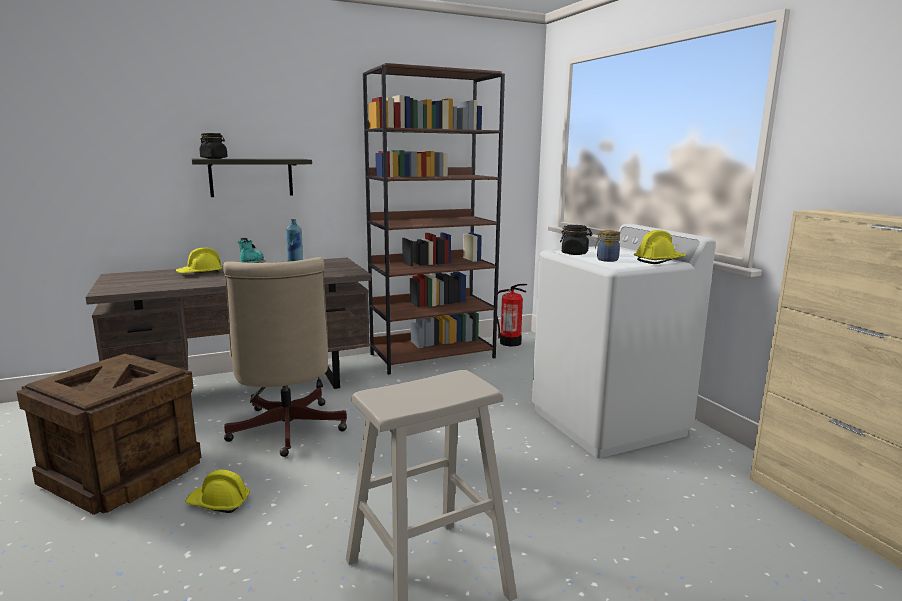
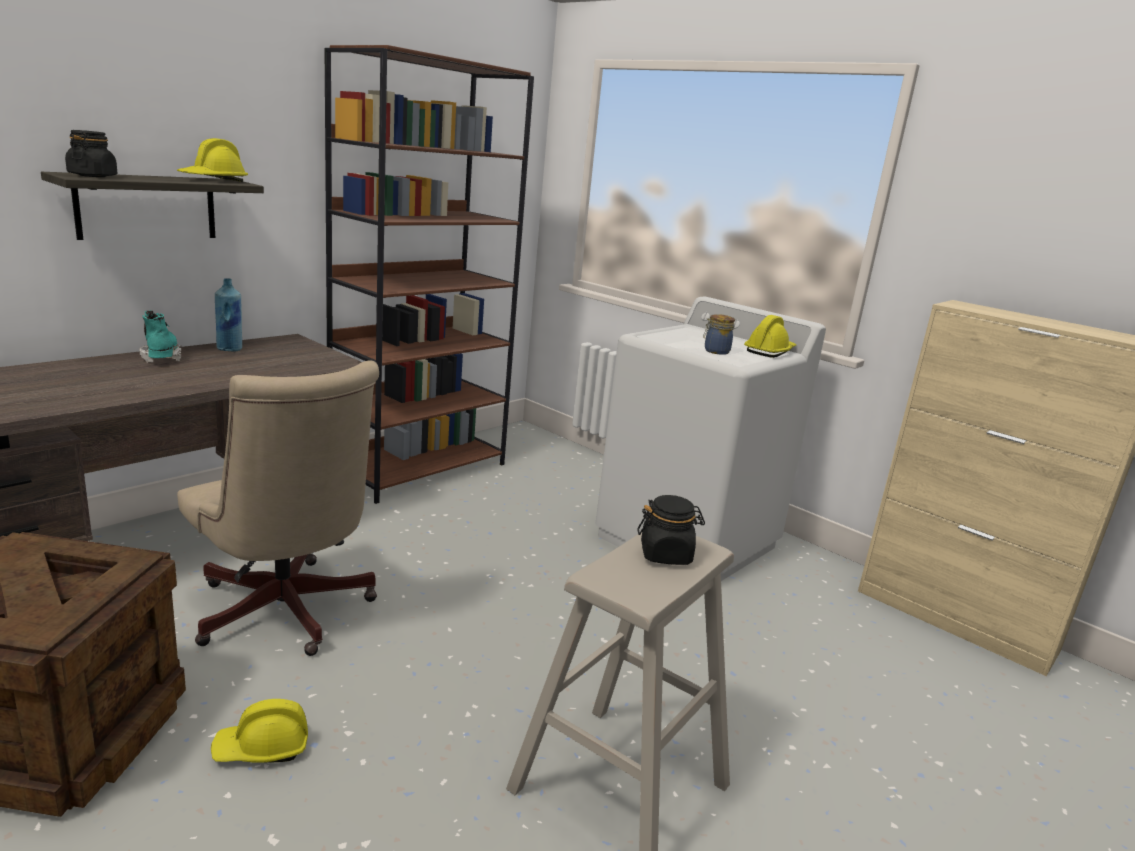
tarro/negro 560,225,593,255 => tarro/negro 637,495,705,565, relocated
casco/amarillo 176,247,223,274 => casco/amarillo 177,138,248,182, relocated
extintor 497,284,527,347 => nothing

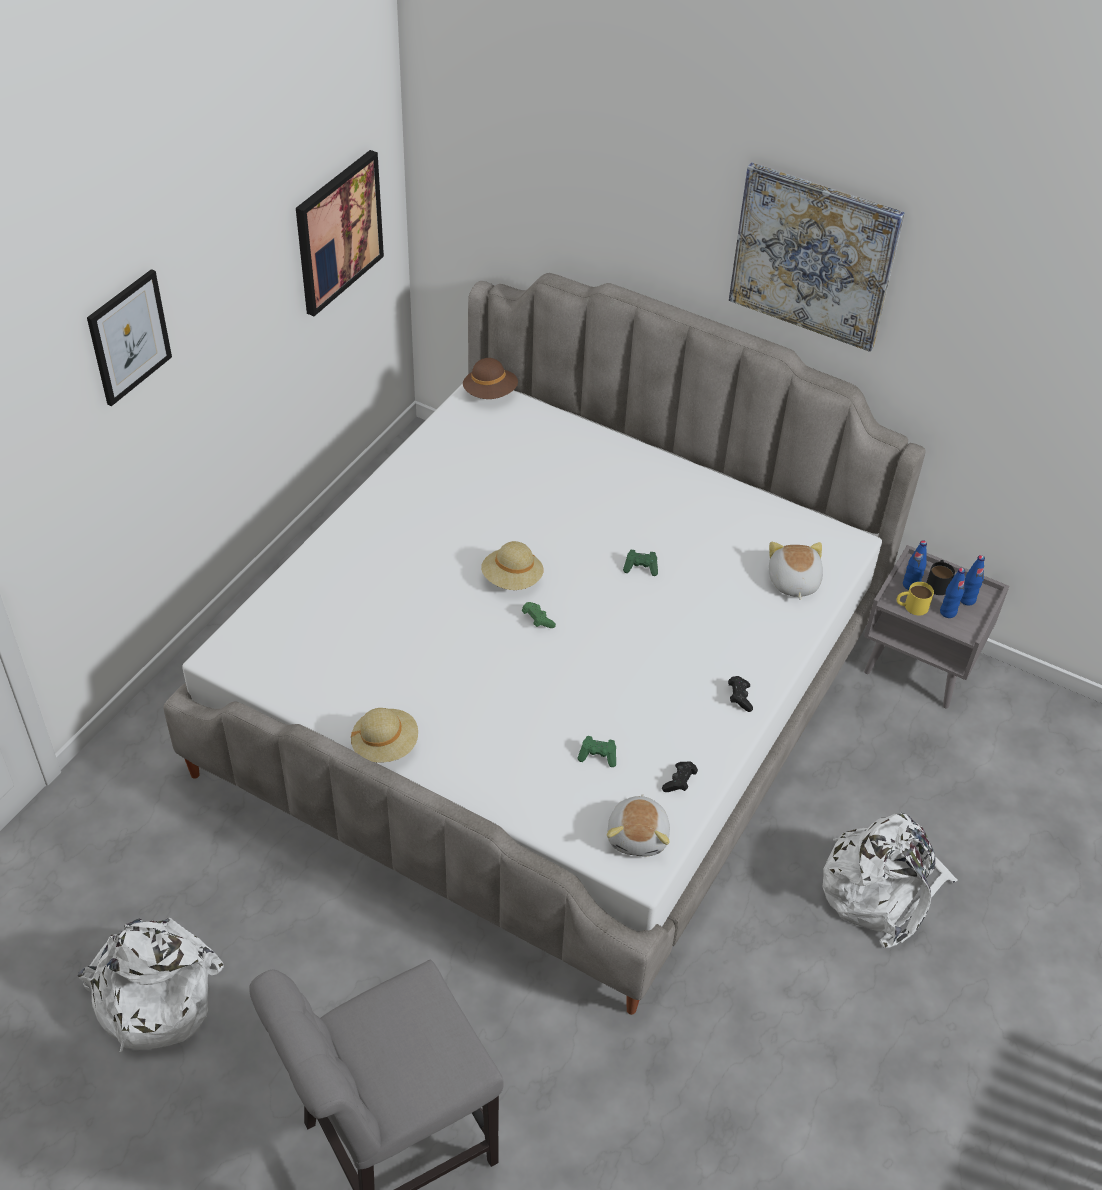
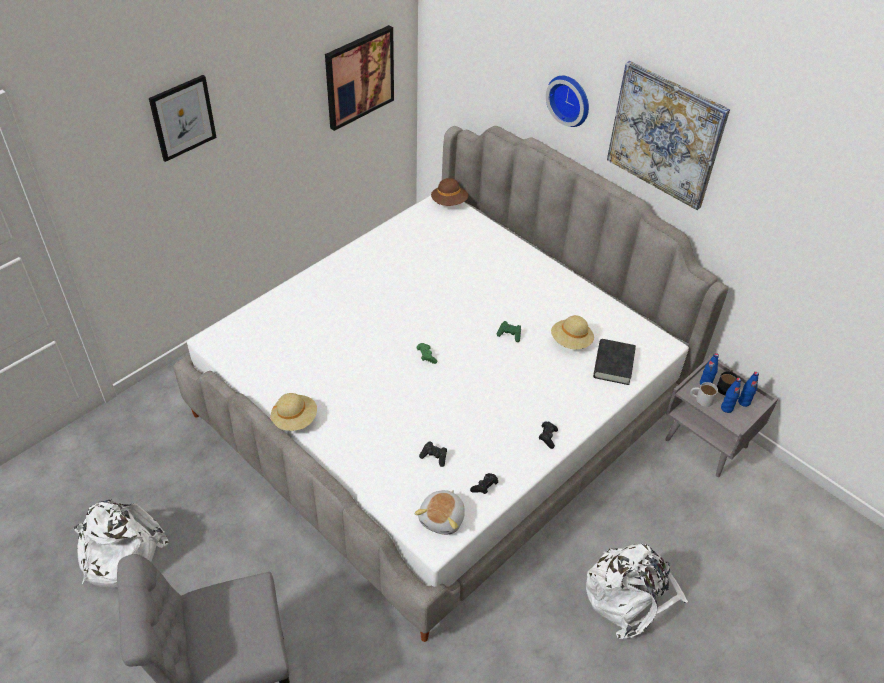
sombrero/beis 481,541,544,590 => sombrero/beis 551,315,594,350, relocated
peluche 769,542,823,600 => libro/negro 593,339,636,385
taza grande/amarillo 897,582,934,616 => taza grande/blanco 690,382,718,407
mando de consola/verde 577,736,616,767 => mando de consola/negro 419,441,447,467
nothing => reloj de pared 546,76,589,127

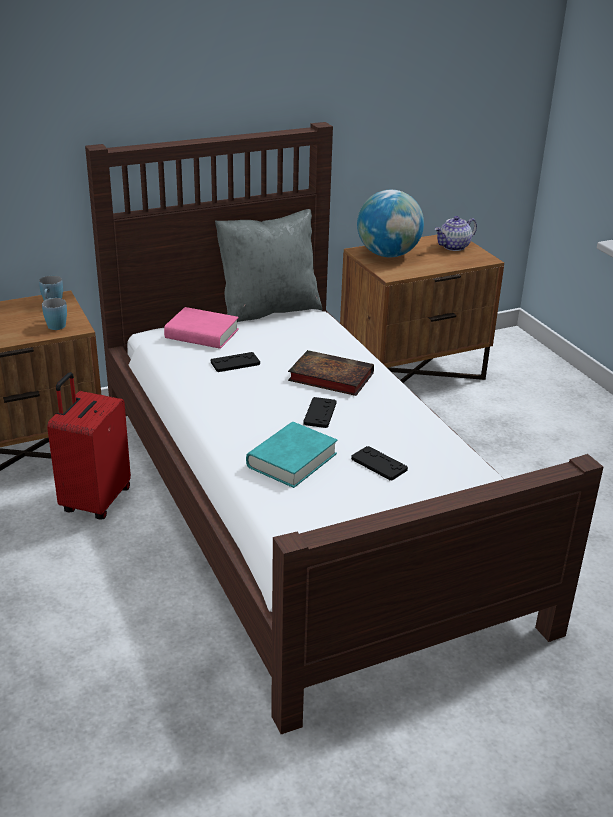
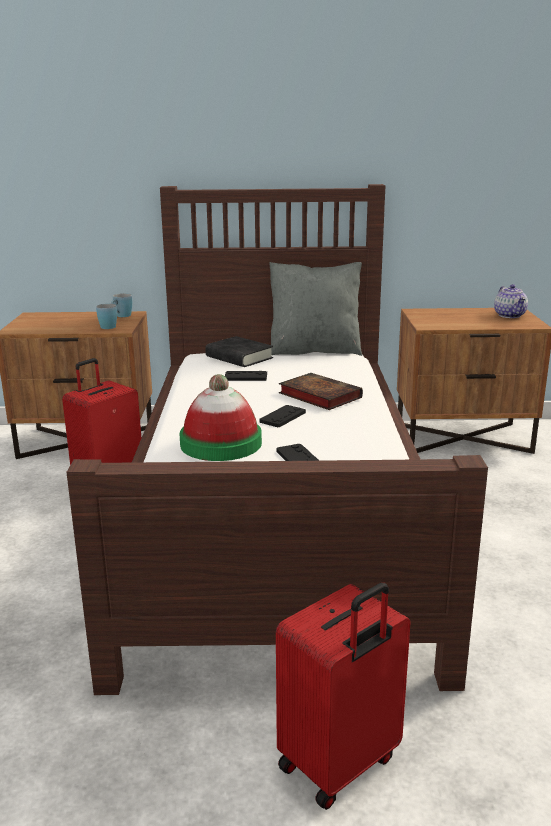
globo terráqueo 357,190,424,257 => nothing
tetera 435,216,477,251 => tetera 494,284,528,318, 90 degrees counterclockwise
libro/rosa 164,307,239,349 => libro/negro 205,336,273,367
libro/turquesa 246,422,337,488 => sombrero 179,374,262,461
nothing => maleta/rojo 276,583,411,810

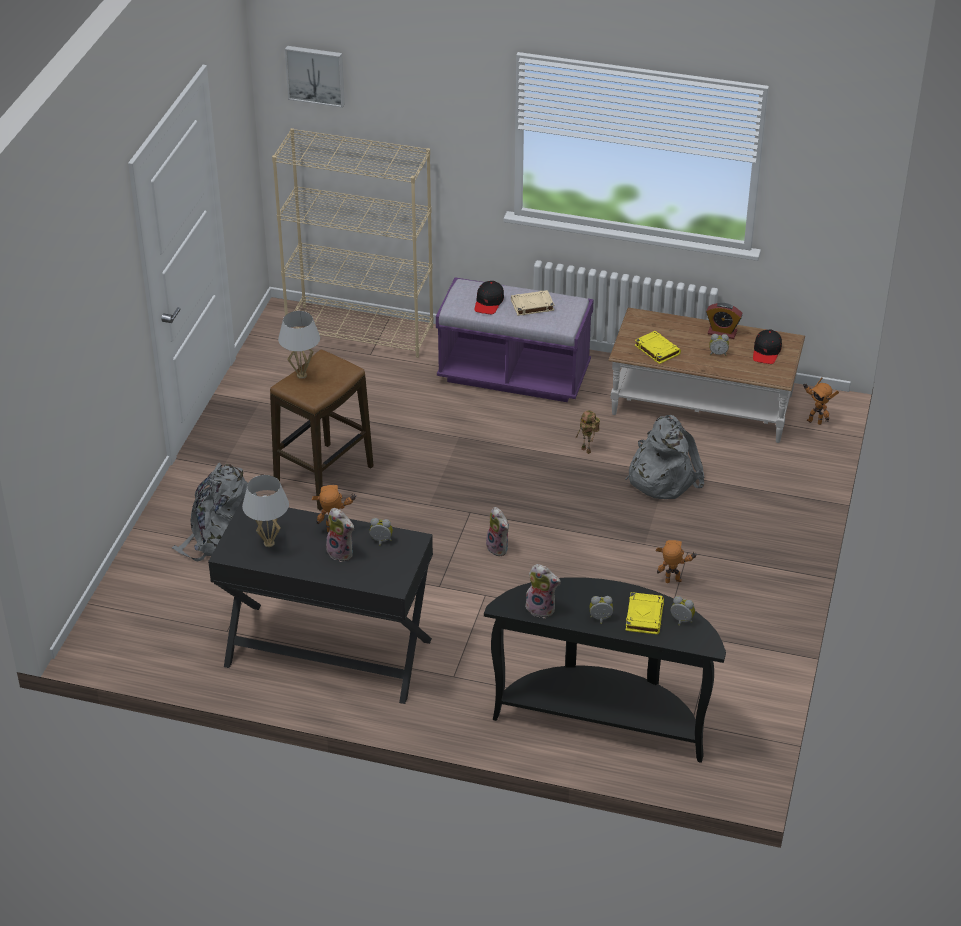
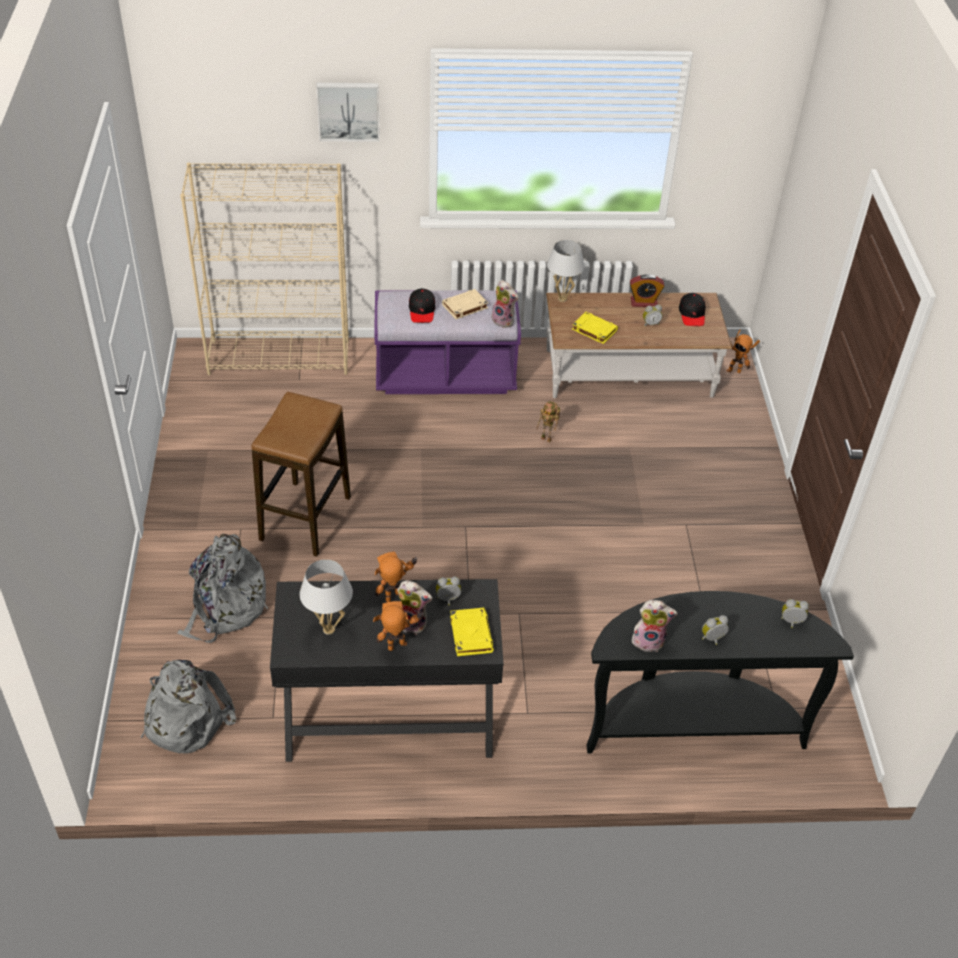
cuadro 285,46,345,108 => cuadro 316,83,380,142, relocated
lámpara de mesa/blanco 278,311,320,379 => lámpara de mesa/blanco 547,240,585,302, relocated
mochila/gris 626,415,704,499 => mochila/gris 140,660,236,753, relocated
peluche 486,507,509,556 => peluche 491,280,518,328, relocated
robot de juguete 655,540,698,583 => robot de juguete 373,601,424,651, relocated
libro/amarillo 625,592,664,634 => libro/amarillo 450,608,494,656, relocated

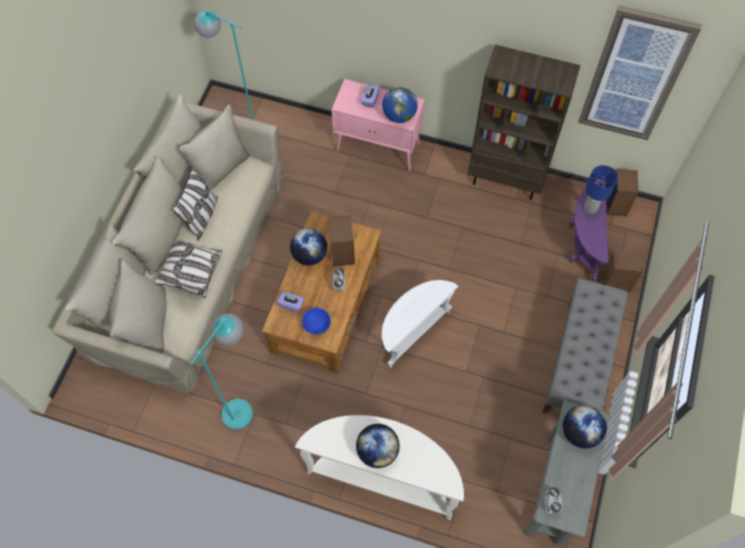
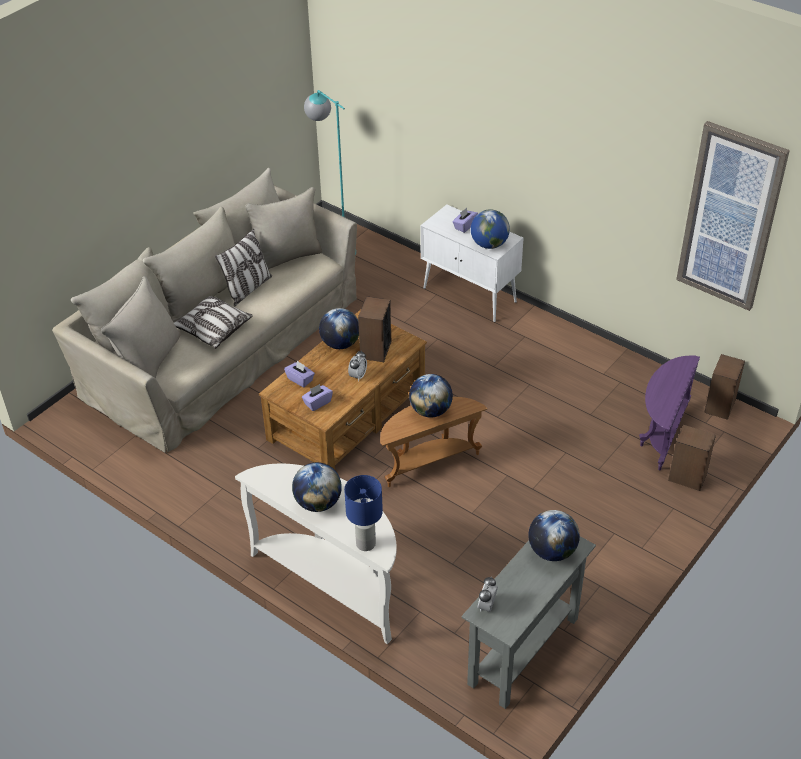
estantería/marrón 468,45,580,200 => nothing
armario/rosa 331,79,425,171 => armario/blanco 421,205,524,322
lámpara de mesa/azul 584,165,618,214 => lámpara de mesa/azul 344,475,383,551, relocated
banco/gris 542,278,628,413 => nothing
mesa auxiliar/blanco 382,280,458,368 => mesa auxiliar/marrón 380,397,487,487
cuenco/azul 302,308,331,335 => caja de pañuelos/morado 302,384,333,411
lámpara de pie/turquesa 190,313,253,430 => nothing
nothing => globo terráqueo 409,374,453,418

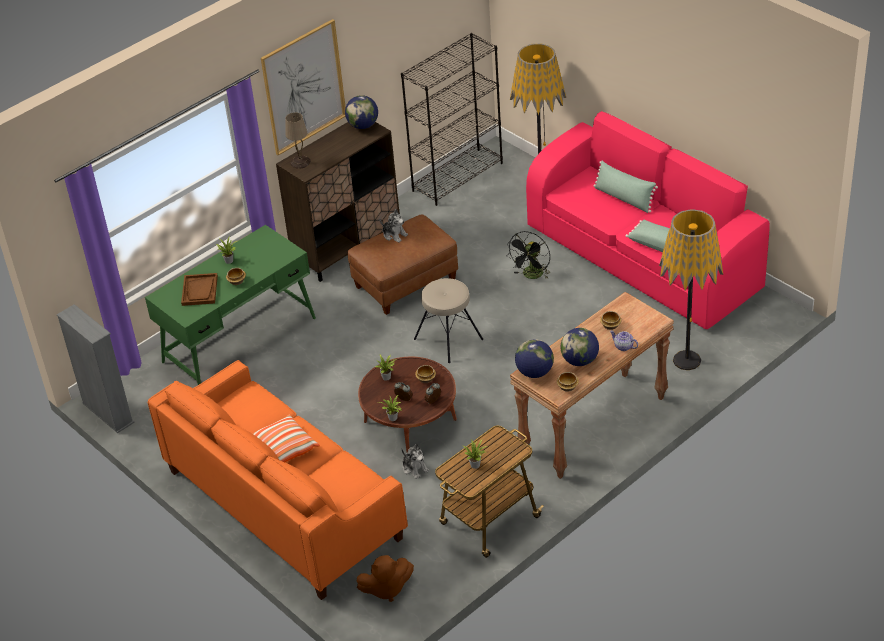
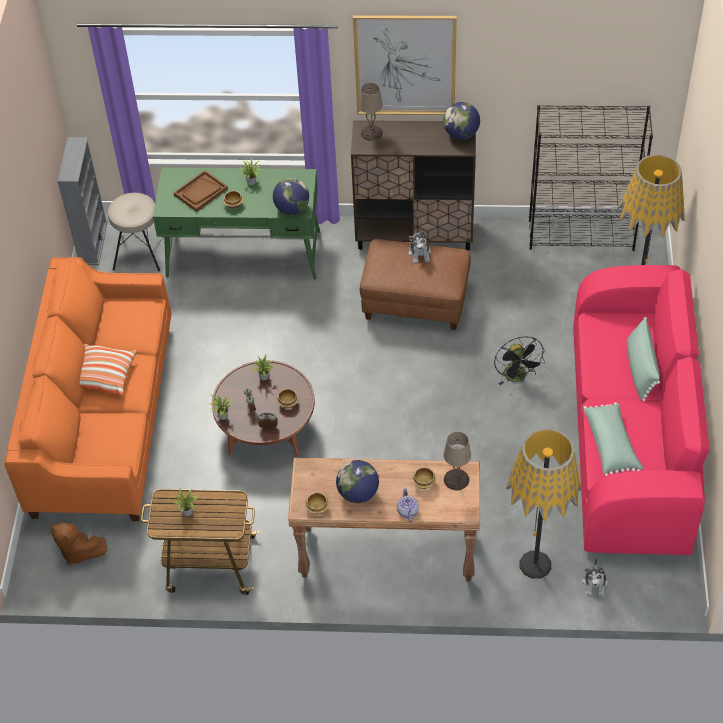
ventilador/negro 507,231,551,279 => ventilador/negro 494,337,545,385, 90 degrees counterclockwise
taburete/beis 414,278,483,363 => taburete/beis 108,193,160,271, relocated
globo terráqueo 515,339,554,378 => globo terráqueo 273,178,309,215, relocated
peluche 402,444,429,479 => peluche 582,557,608,597, relocated
nothing => lámpara de mesa/beis 444,432,471,491

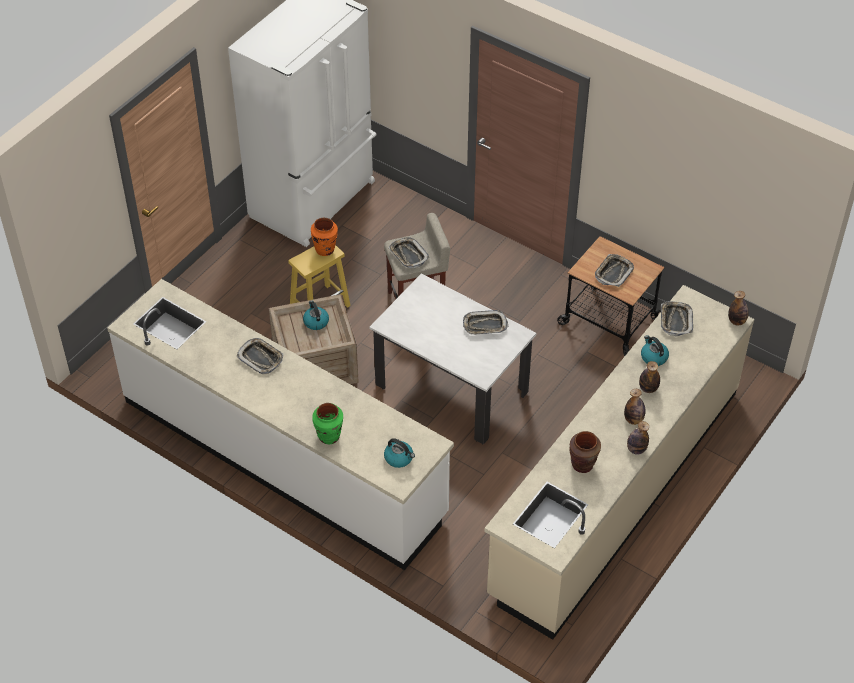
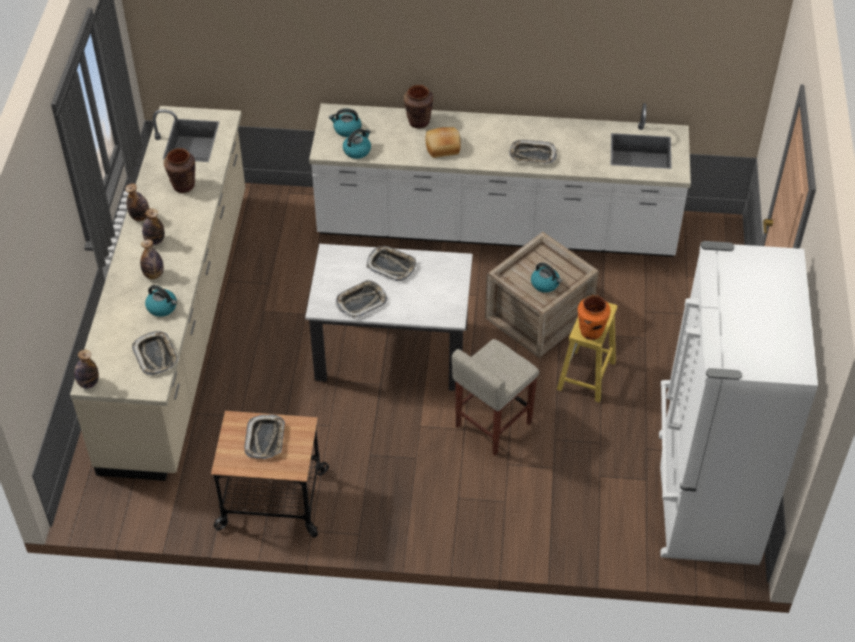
bandeja 388,237,430,268 => bandeja 366,246,416,281, relocated
florero/verde 312,403,343,444 => florero/marrón 404,85,433,128
nothing => pan 426,127,461,158
nothing => hervidor 343,129,371,159

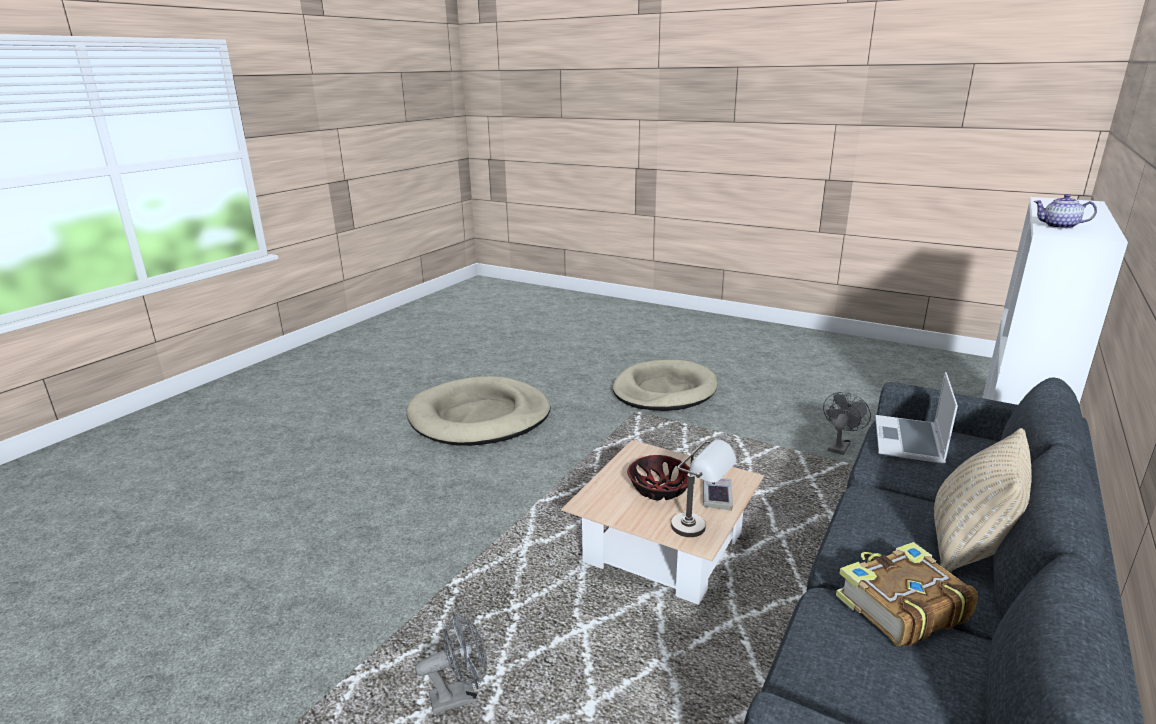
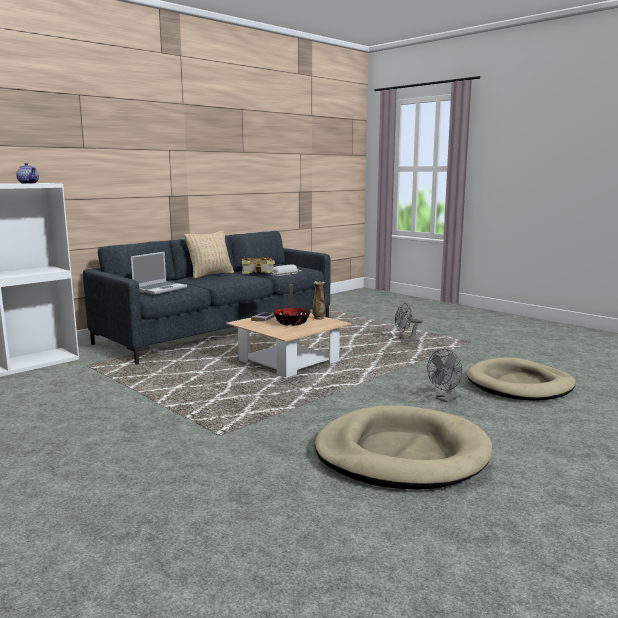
cama para perro/beis 613,360,718,411 => cama para perro/beis 466,357,576,401, relocated
ventilador/gris 823,392,871,455 => ventilador/gris 427,349,462,402, relocated
nothing => florero 312,281,325,320

